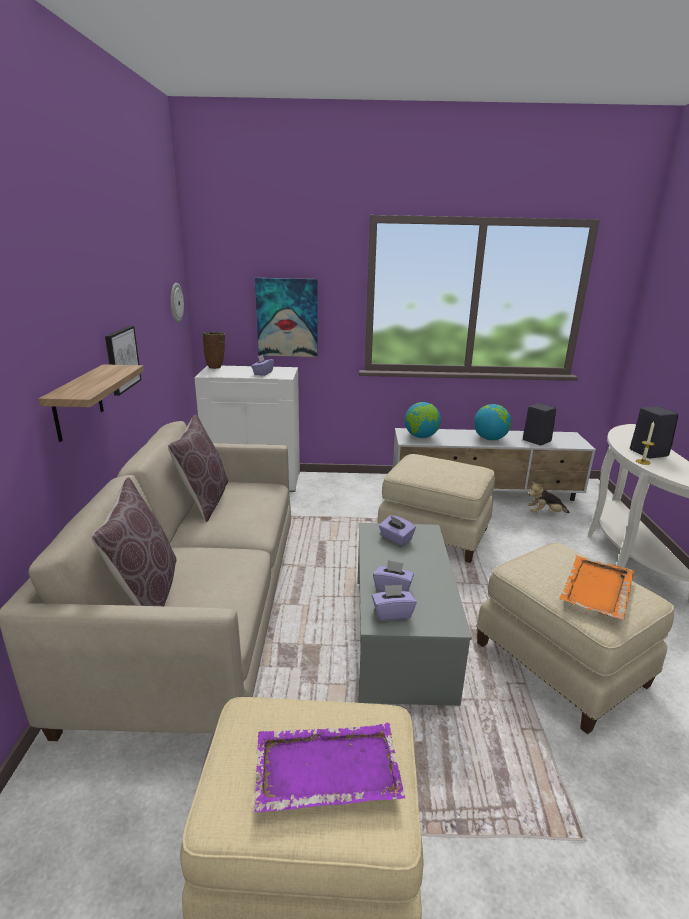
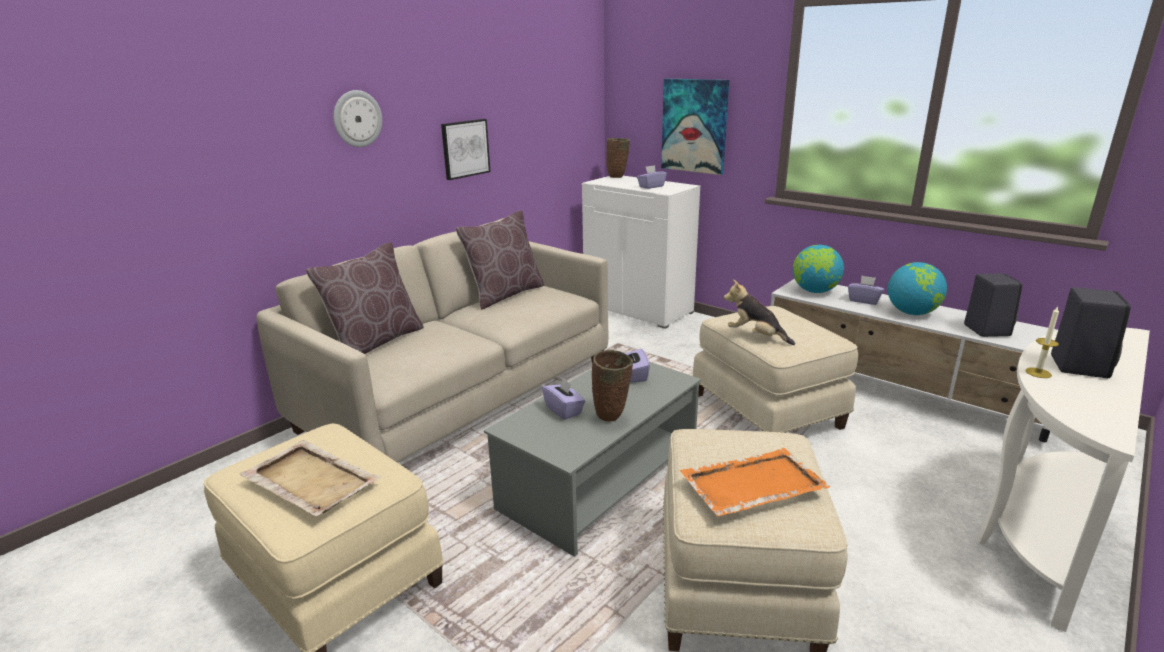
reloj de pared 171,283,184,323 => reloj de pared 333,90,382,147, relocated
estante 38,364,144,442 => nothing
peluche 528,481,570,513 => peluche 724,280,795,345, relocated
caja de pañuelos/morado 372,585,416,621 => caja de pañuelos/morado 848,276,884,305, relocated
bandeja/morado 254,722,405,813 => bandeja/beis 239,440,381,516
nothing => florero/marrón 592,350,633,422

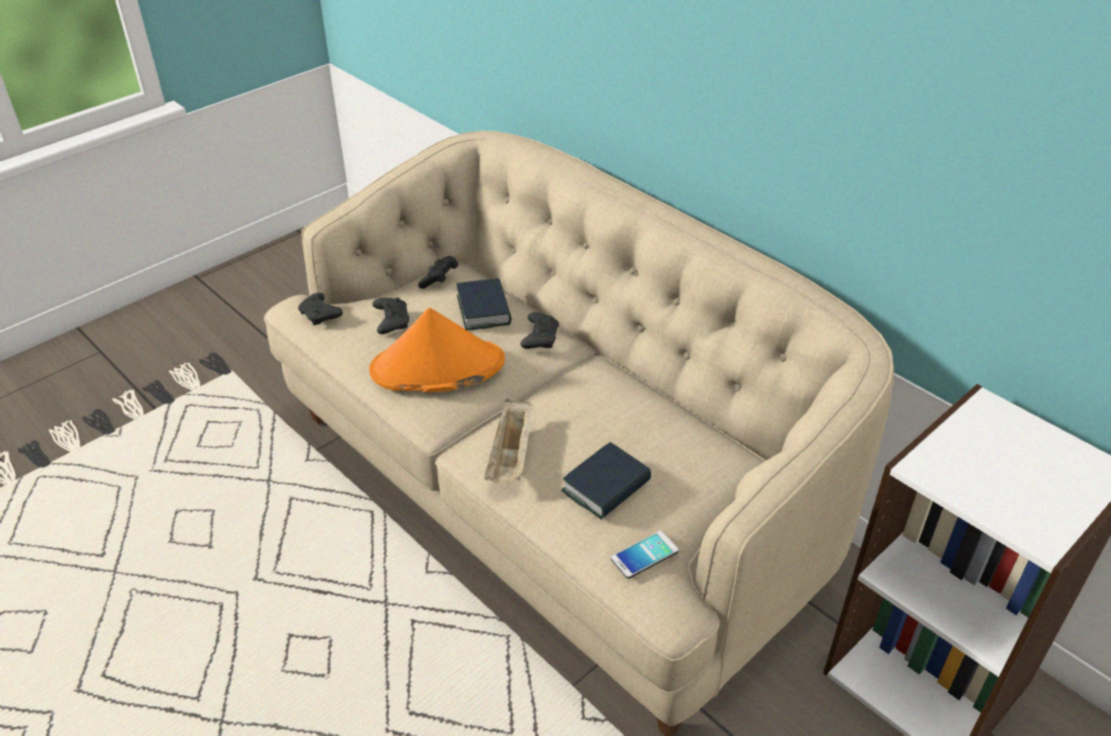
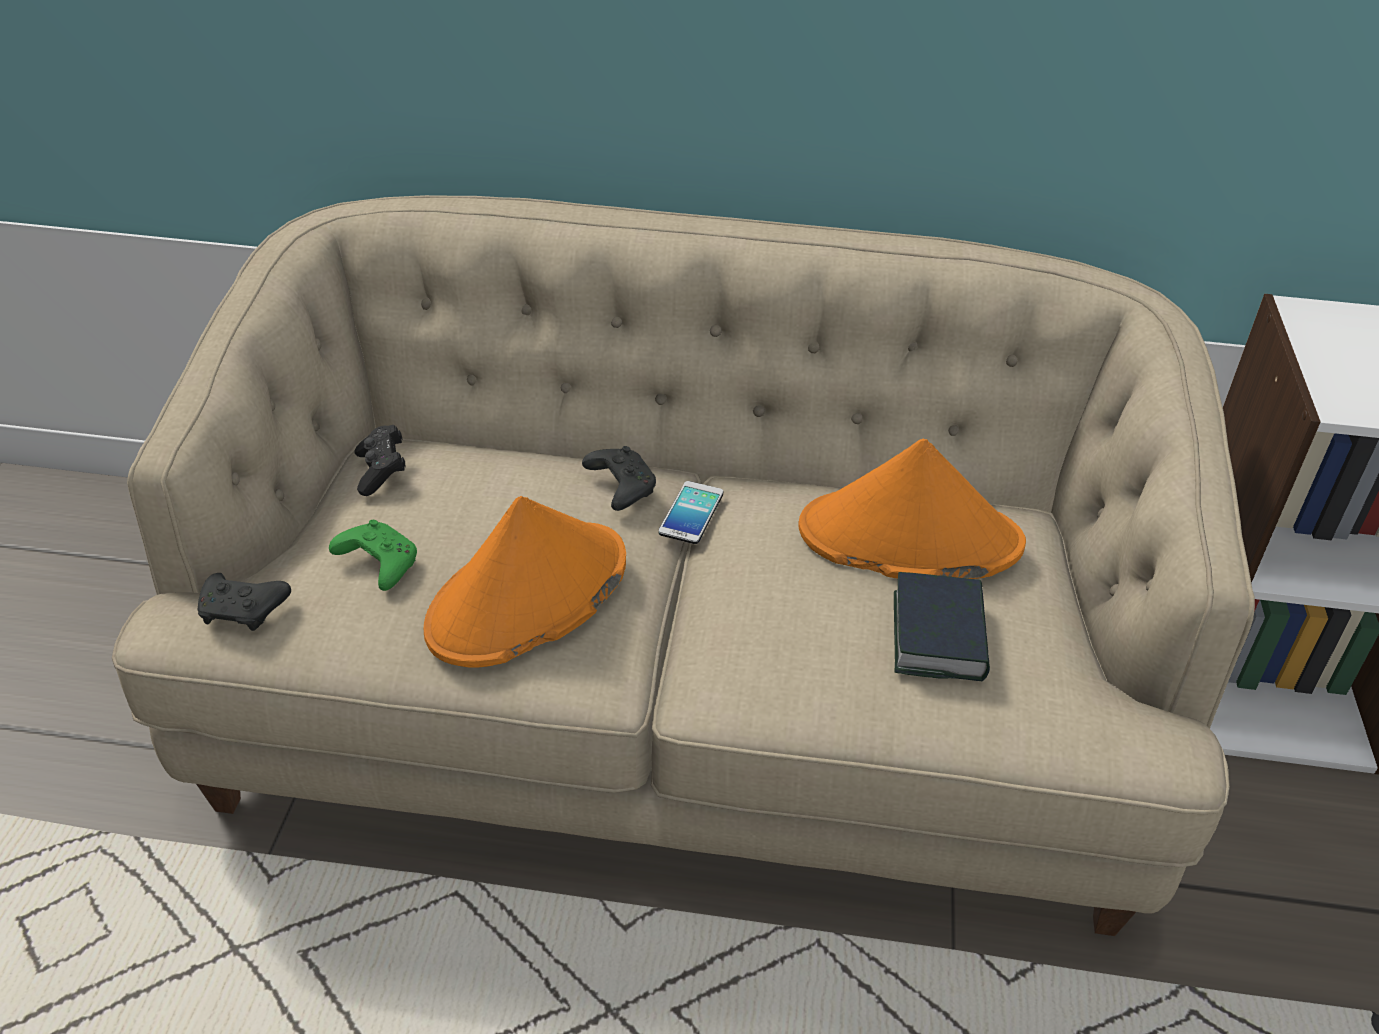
libro 457,278,511,330 => nothing
mando de consola/negro 372,297,409,334 => mando de consola/verde 329,520,417,591
bandeja/beis 484,399,534,483 => nothing
móvil 611,531,679,579 => móvil 659,481,723,544, relocated
nothing => sombrero/naranja 798,439,1026,579

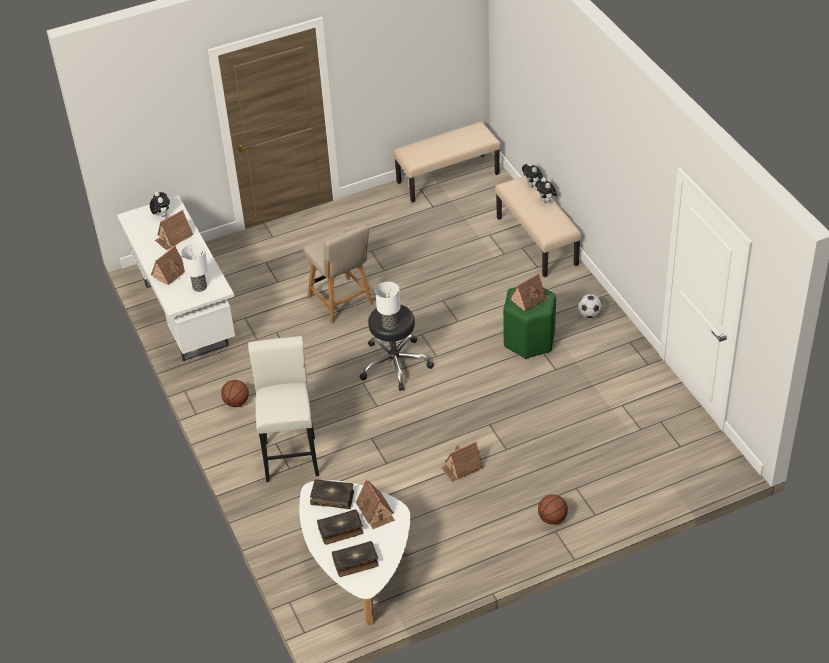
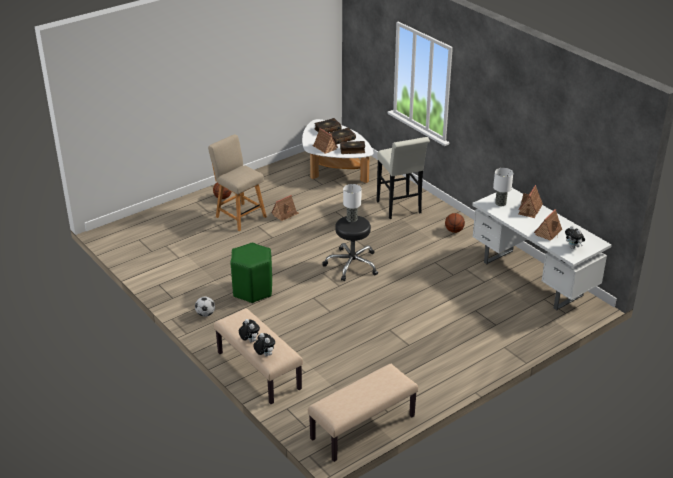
silla/beis 303,224,374,324 => silla/beis 208,134,267,231, relocated
casita 509,273,549,311 => nothing

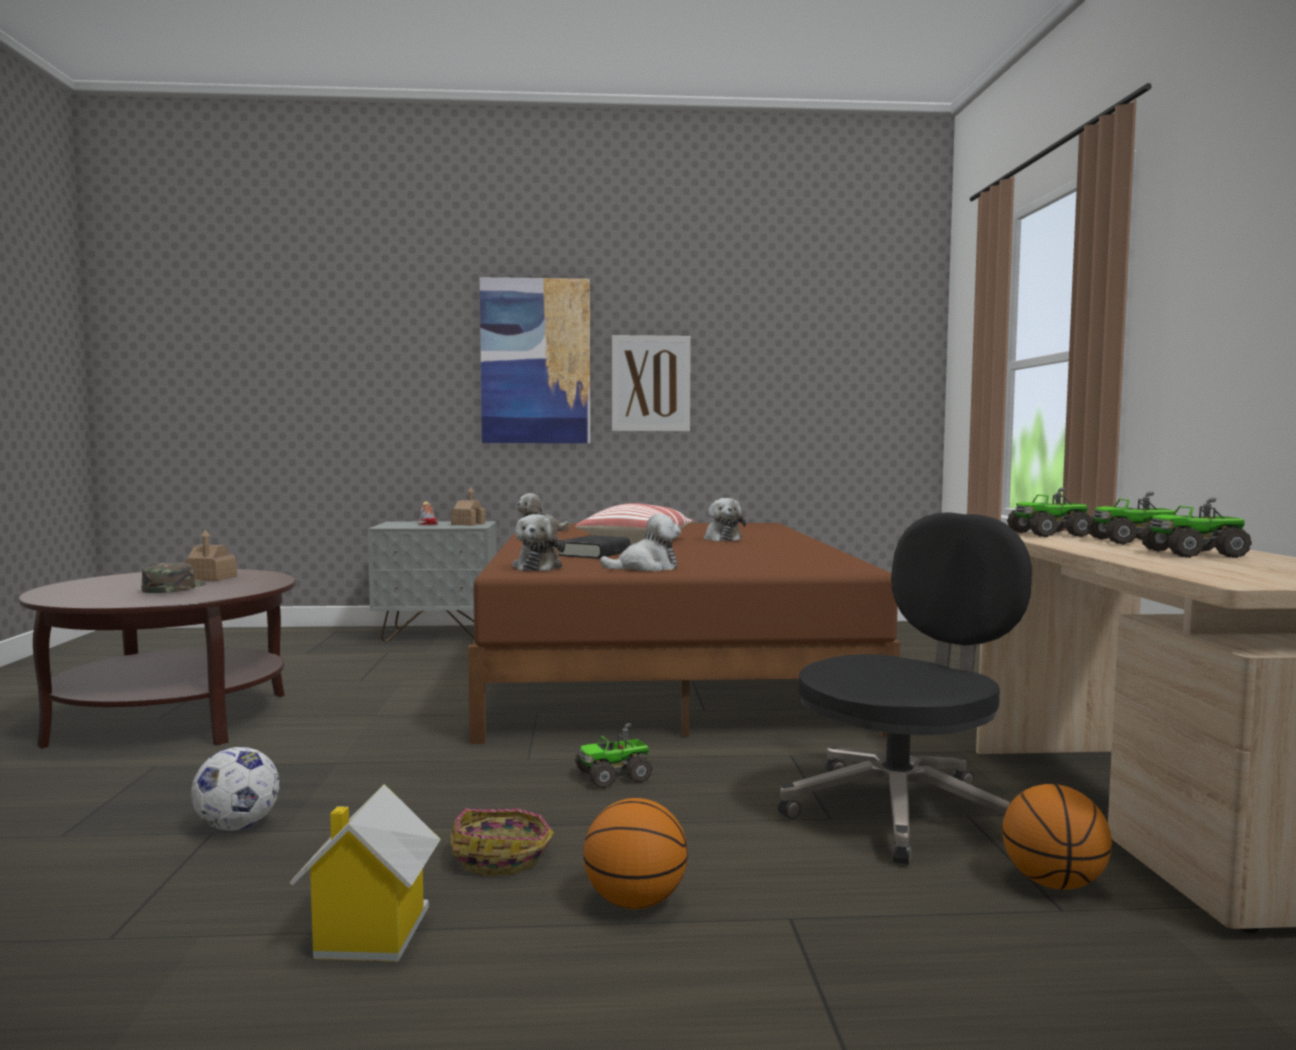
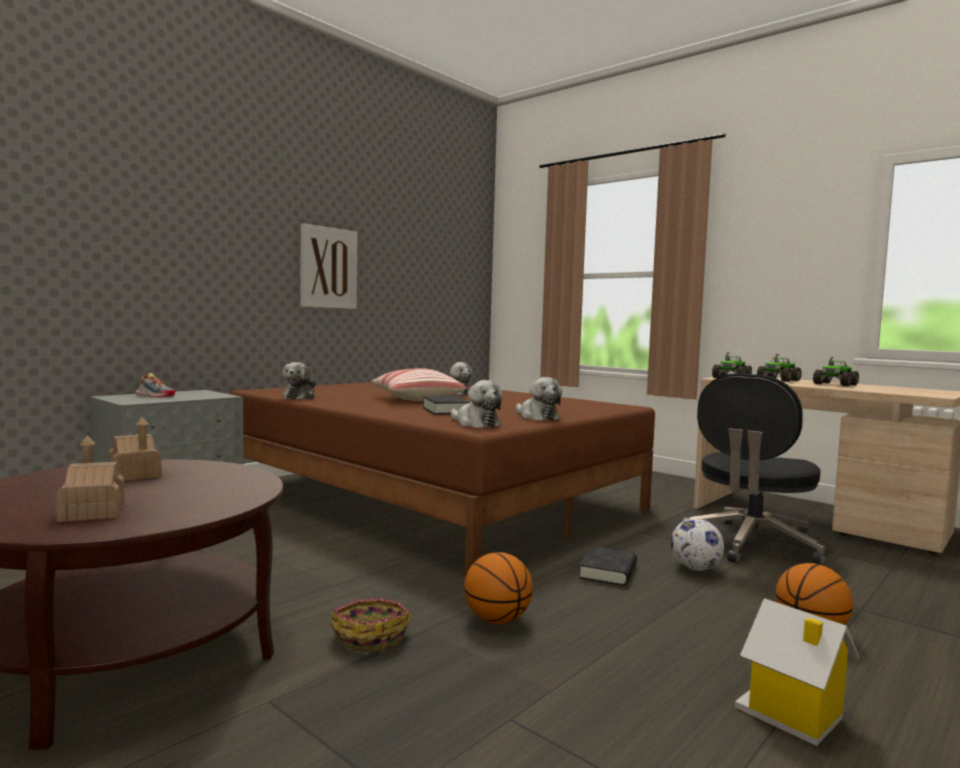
cuadro 480,277,590,443 => nothing
casita 451,488,485,526 => casita 56,435,124,522, relocated
silla de oficina/negro 778,512,1032,865 => silla de oficina/negro 682,373,826,565, 150 degrees counterclockwise
peluche 600,514,681,572 => peluche 516,377,562,421, 120 degrees clockwise
gorra/verde 141,562,206,593 => nothing
camión de juguete 575,723,652,788 => libro/negro 579,546,637,586
balón de fútbol 191,747,280,831 => balón de fútbol 671,518,724,570, relocated
balón de baloncesto 1002,784,1112,890 => balón de baloncesto 464,552,533,624, relocated
cesta 450,809,554,876 => cesta 330,598,412,652, relocated

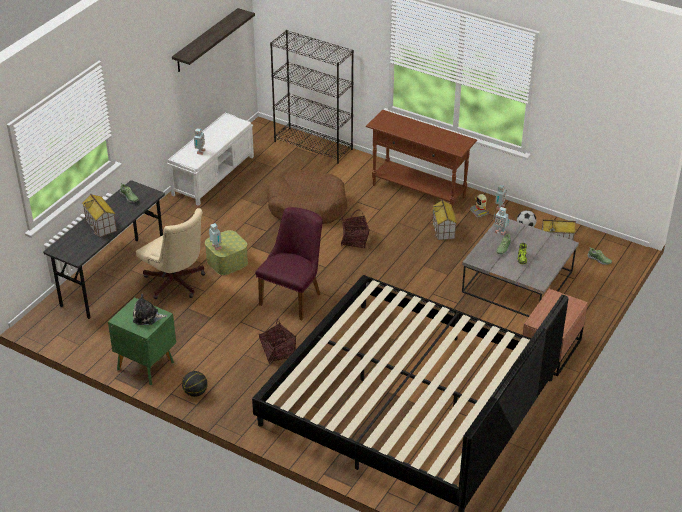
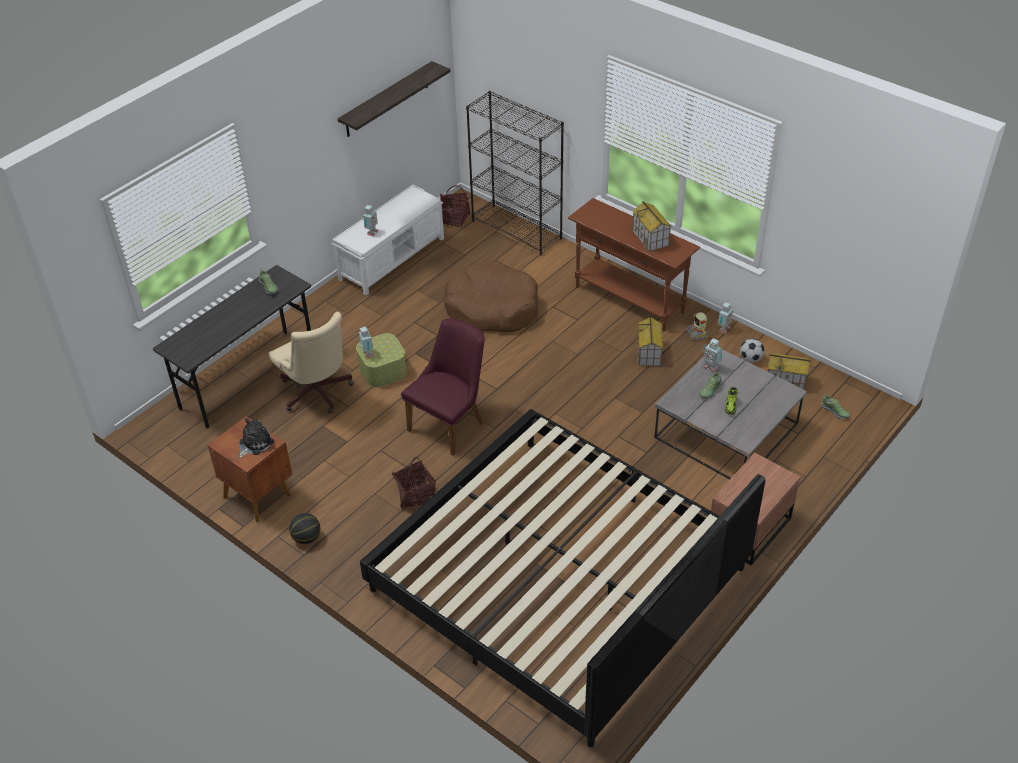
casita 82,193,117,237 => casita 632,201,672,252, relocated
cesta 341,210,370,249 => cesta 440,185,470,228, relocated
peluche 133,294,167,325 => peluche 238,419,275,458, 120 degrees clockwise
mesita de noche/verde 108,297,176,385 => mesita de noche/marrón 207,416,292,522

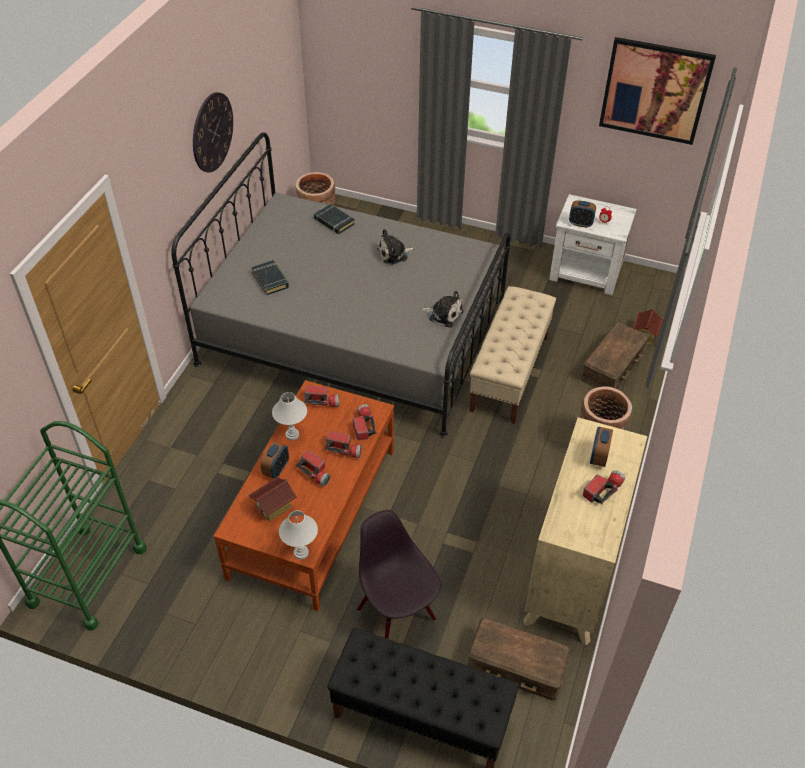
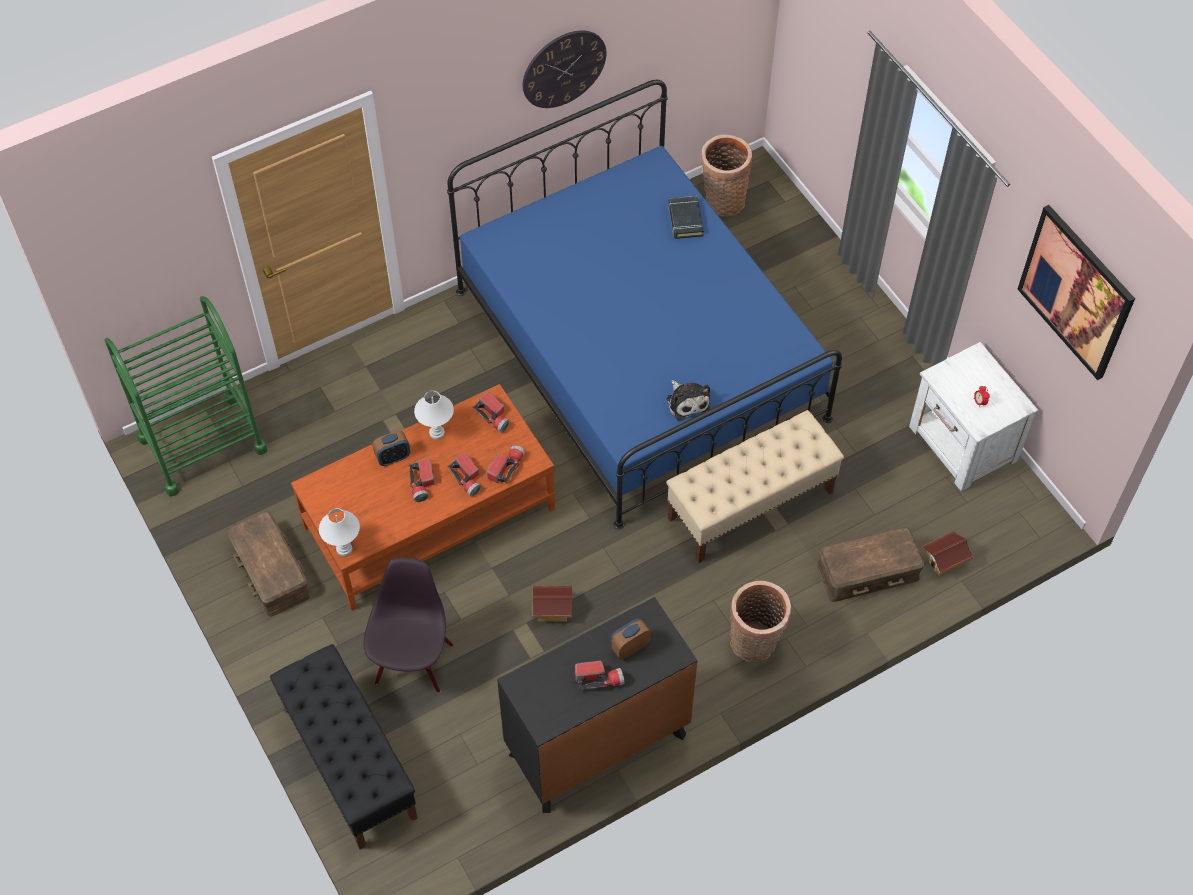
cama/gris 171,132,510,438 => cama/azul 447,80,842,529
despertador 569,200,596,228 => nothing
peluche 377,229,415,265 => nothing
libro/negro 251,260,289,295 => nothing
cómoda/beis 523,417,647,645 => cómoda/negro 497,597,698,813
casita 248,477,297,522 => casita 532,586,572,622, relocated
caja de almacenaje/marrón 467,618,571,701 => caja de almacenaje/marrón 227,511,311,617, relocated

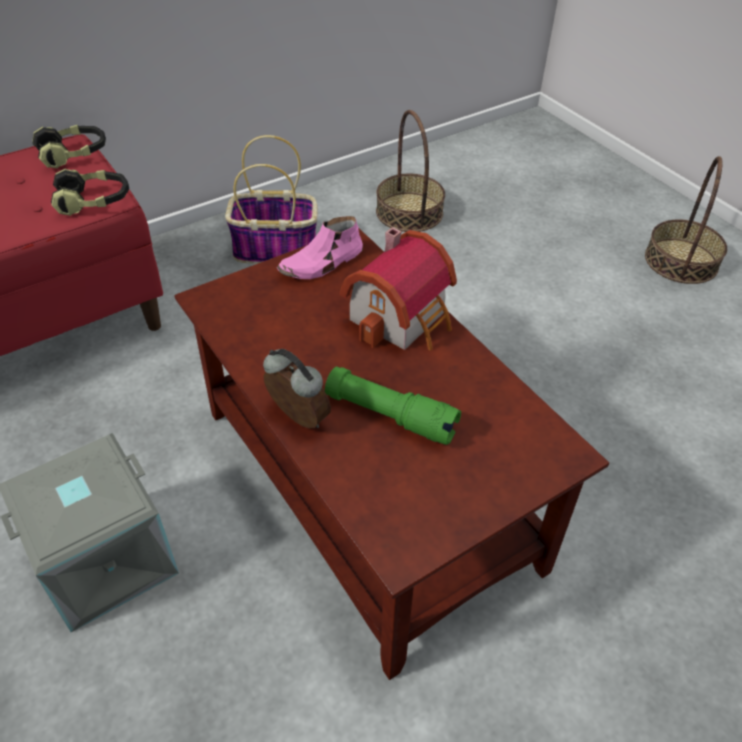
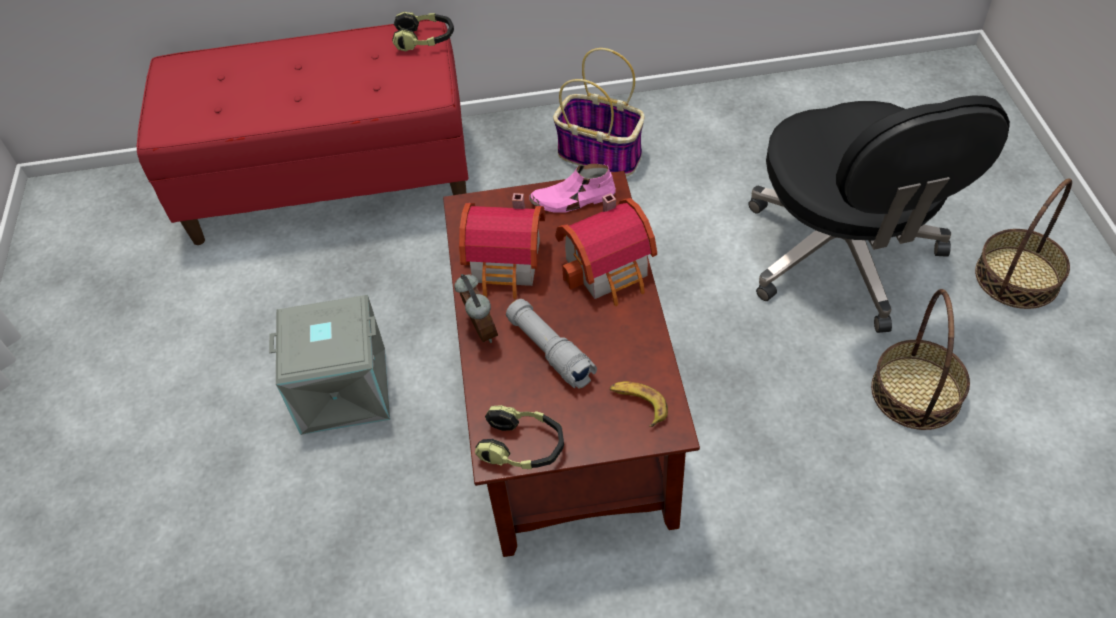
cesta 376,110,445,232 => cesta 871,289,970,430, relocated
auriculares 51,168,129,216 => auriculares 475,405,564,469, relocated
linterna/verde 325,366,461,445 => linterna/gris 506,299,597,389
nothing => silla de oficina/negro 748,95,1010,333
nothing => casita 459,193,546,299
nothing => plátano 610,382,668,427

